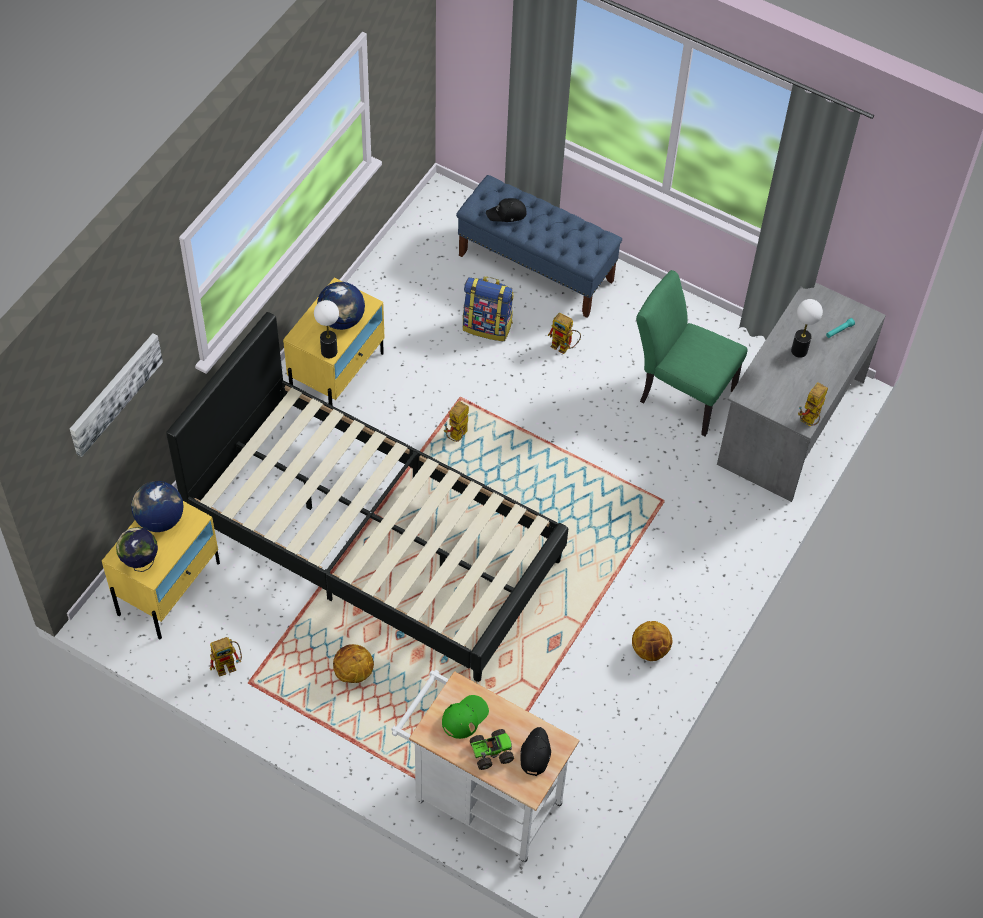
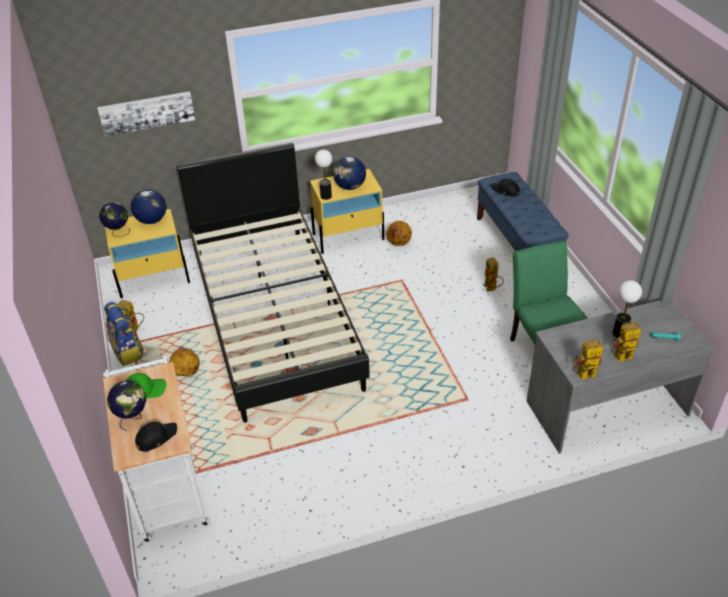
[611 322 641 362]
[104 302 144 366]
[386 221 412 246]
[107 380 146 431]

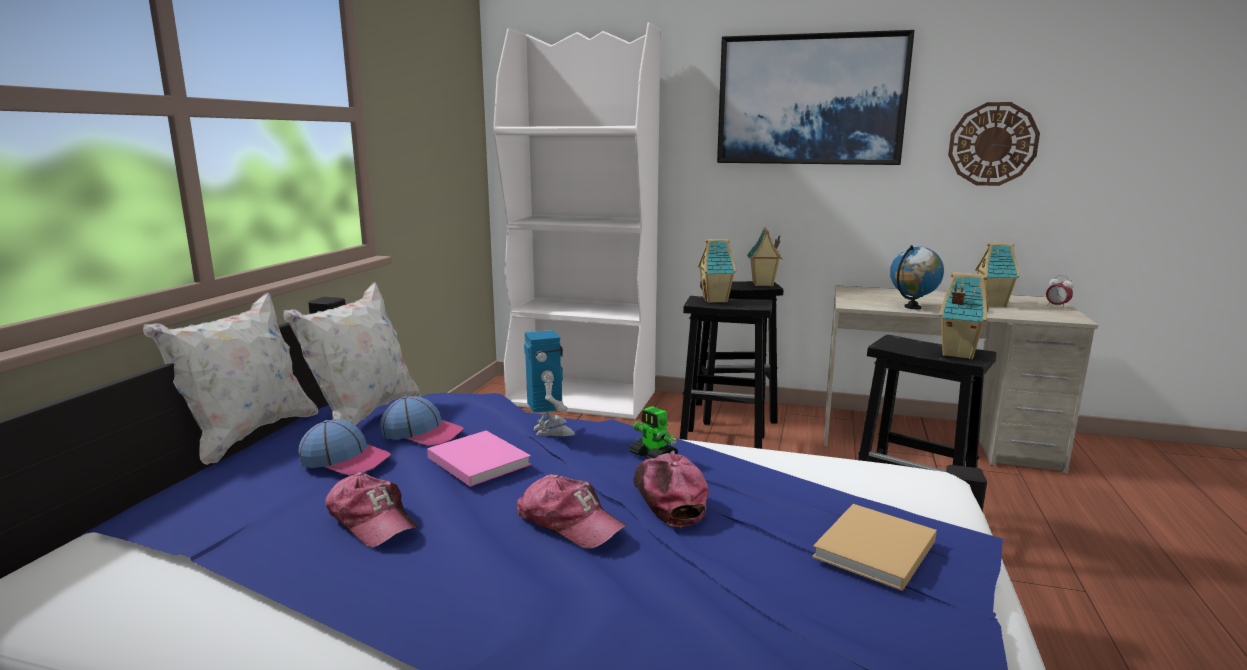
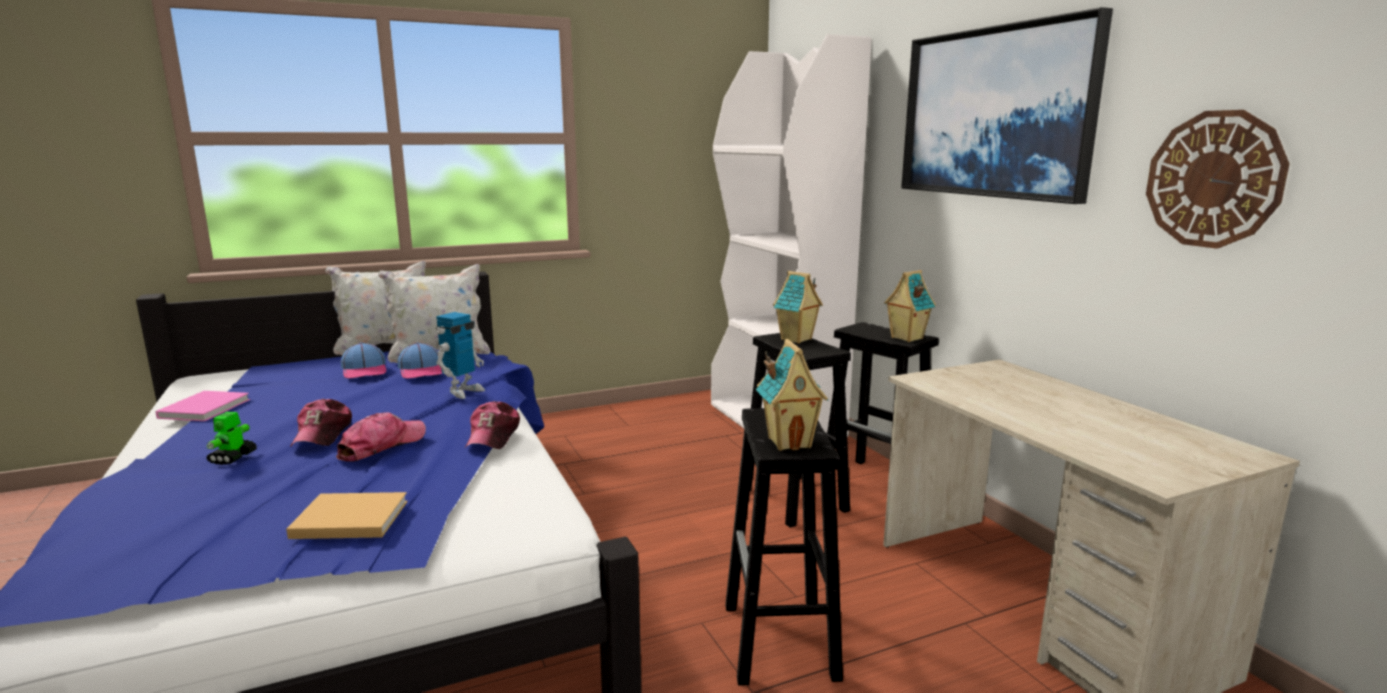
[890 245 944 309] (first image)
[975 242 1020 307] (first image)
[1046 275 1074 309] (first image)
[465 401 520 449]
[155 391 250 421]
[206 412 257 465]

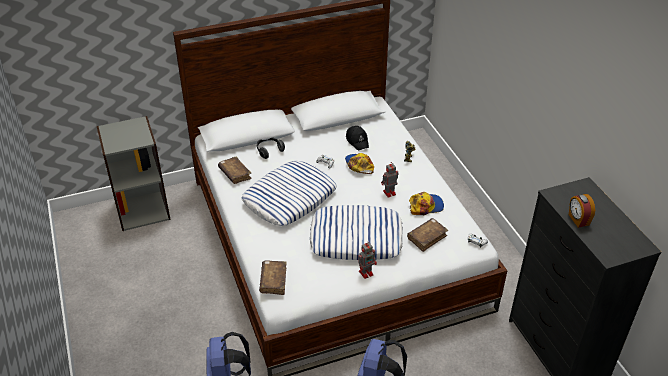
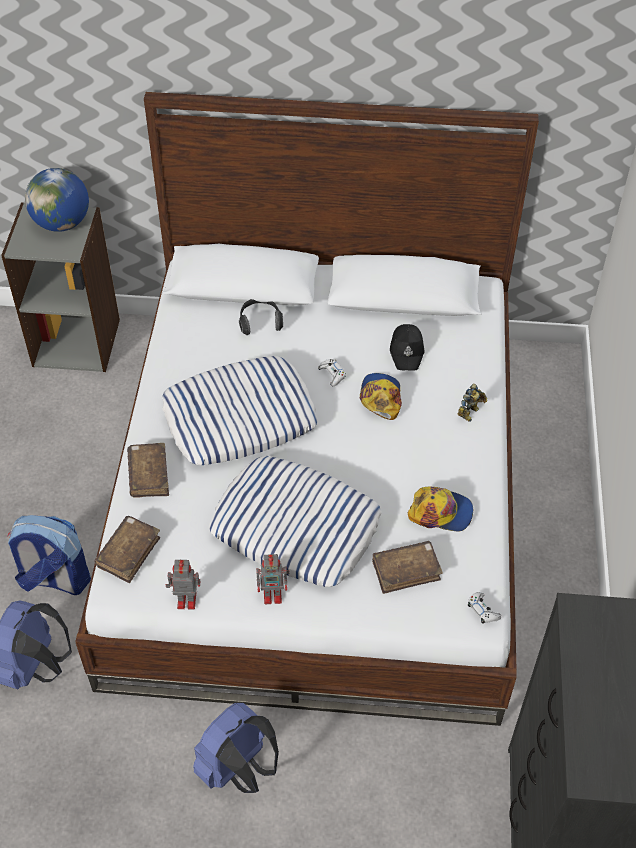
[569 194 595 227] (first image)
[7 515 91 595]
[25 168 89 232]
[127 443 169 498]
[165 560 200 610]

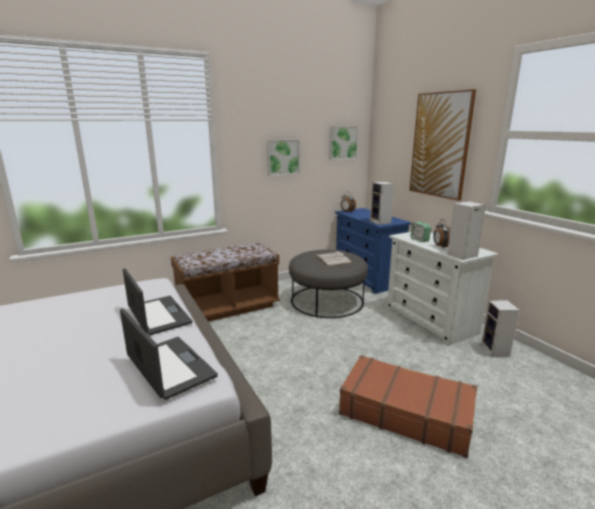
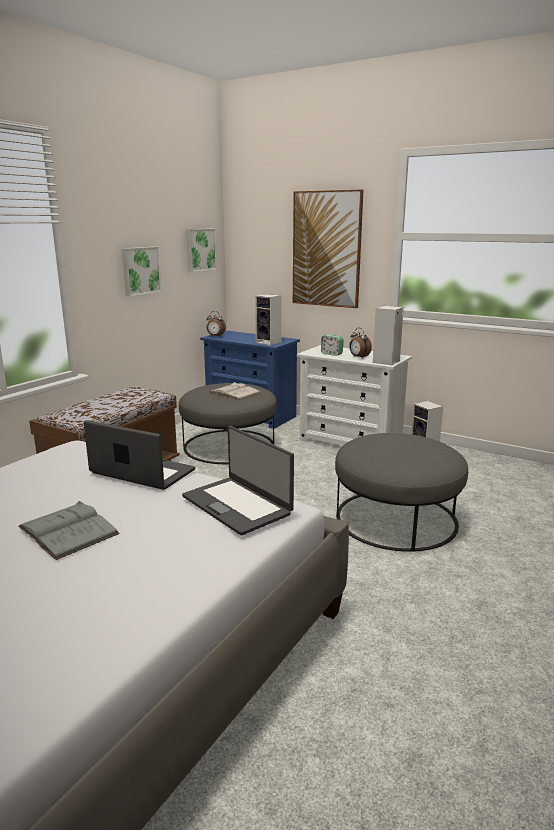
[18 501 120 560]
[335 433 468 552]
[182 426 294 535]

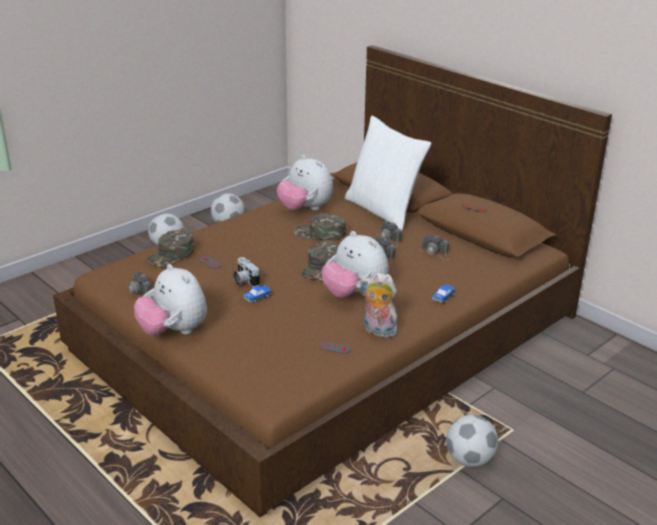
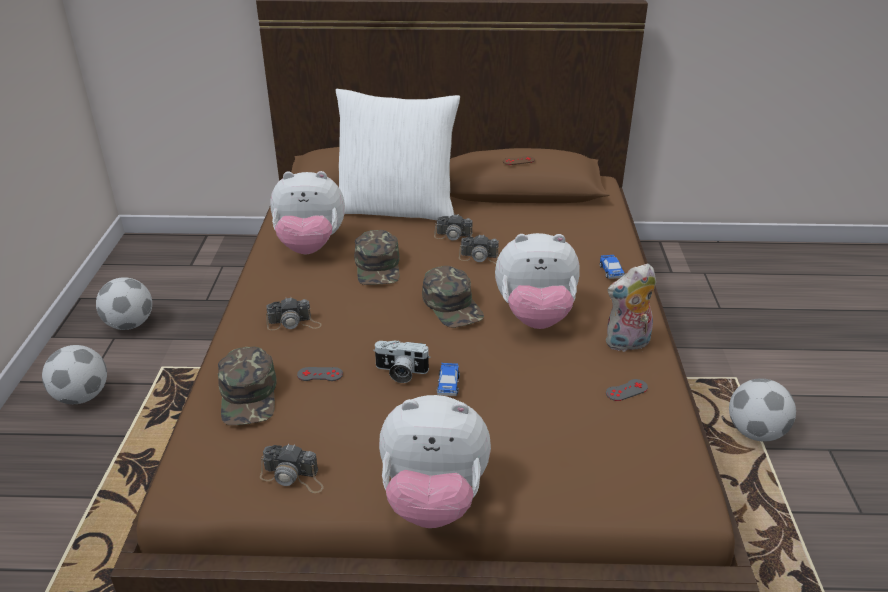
[266 298 322 330]
[354 230 400 285]

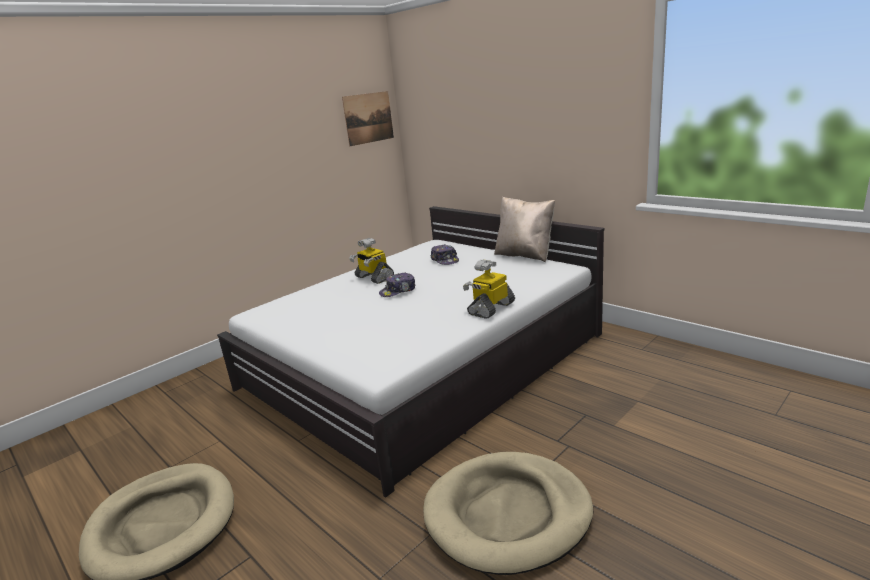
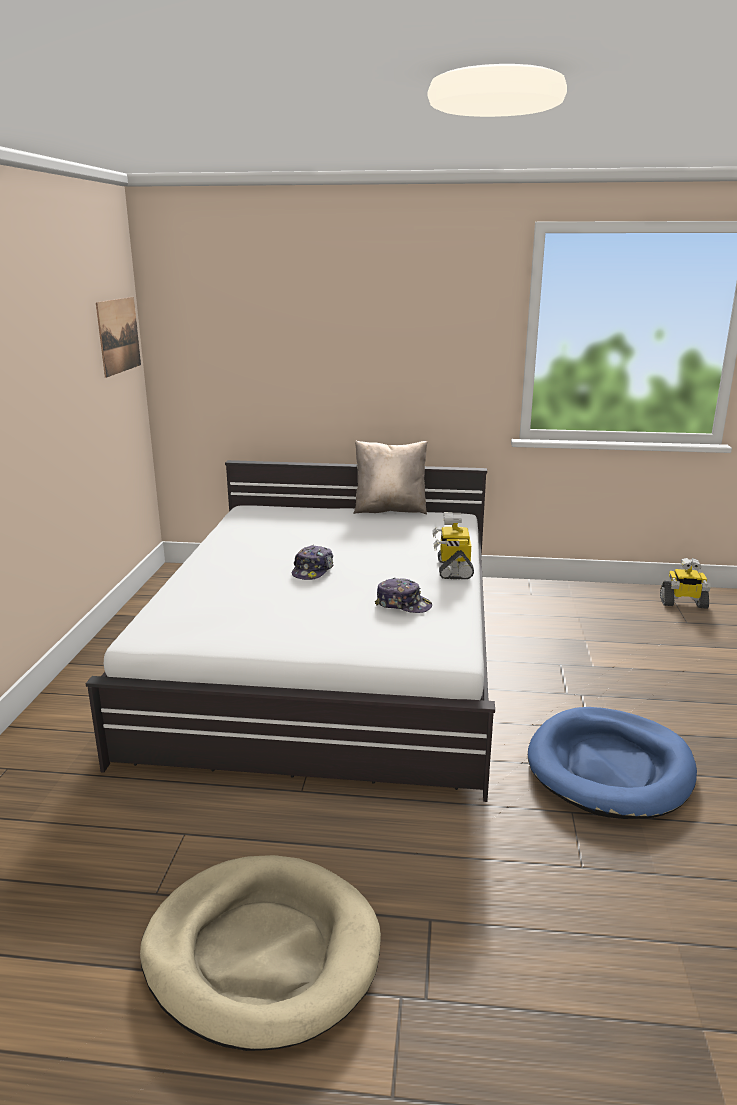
[660 558 711 609]
[375 578 432 613]
[528 707 697 819]

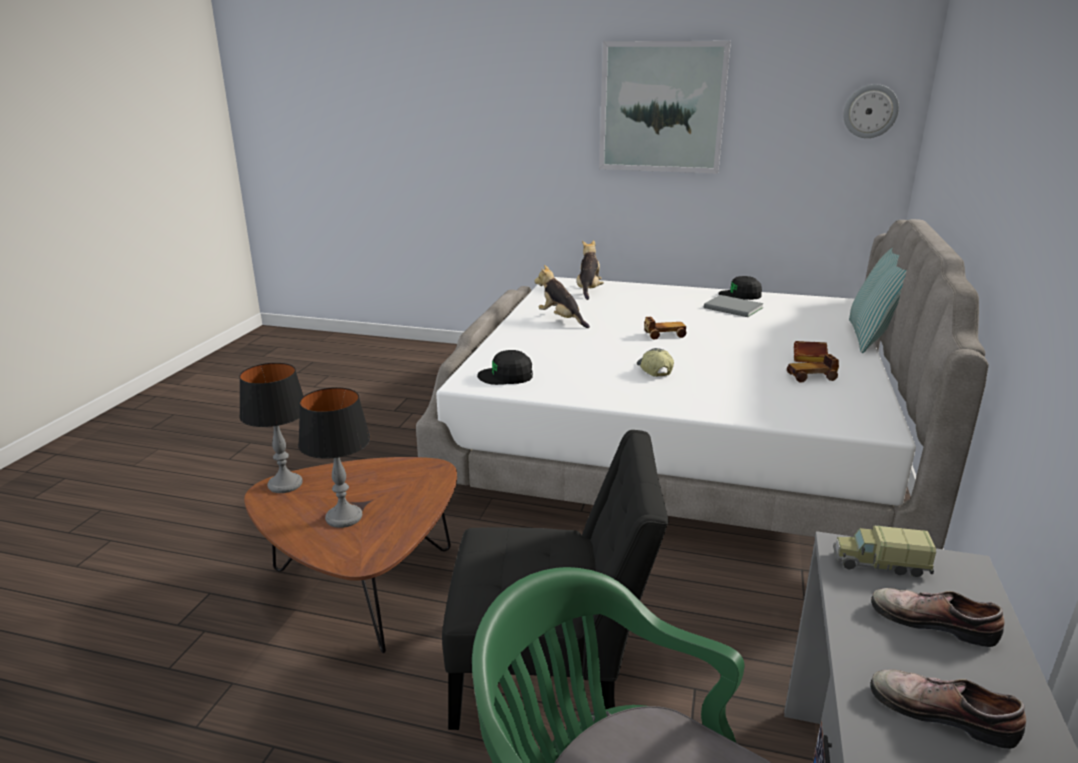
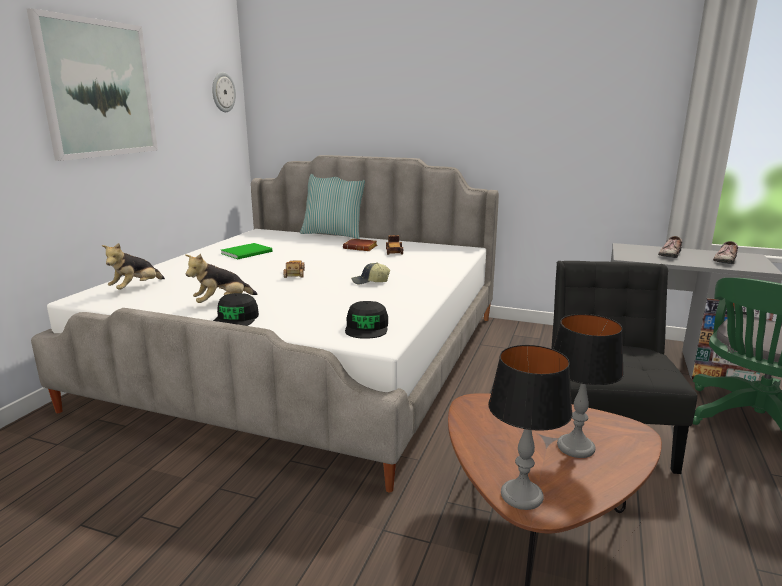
[833 525 936 577] (first image)
[213 293 259 326]
[221 243 272 259]
[102 243 165 290]

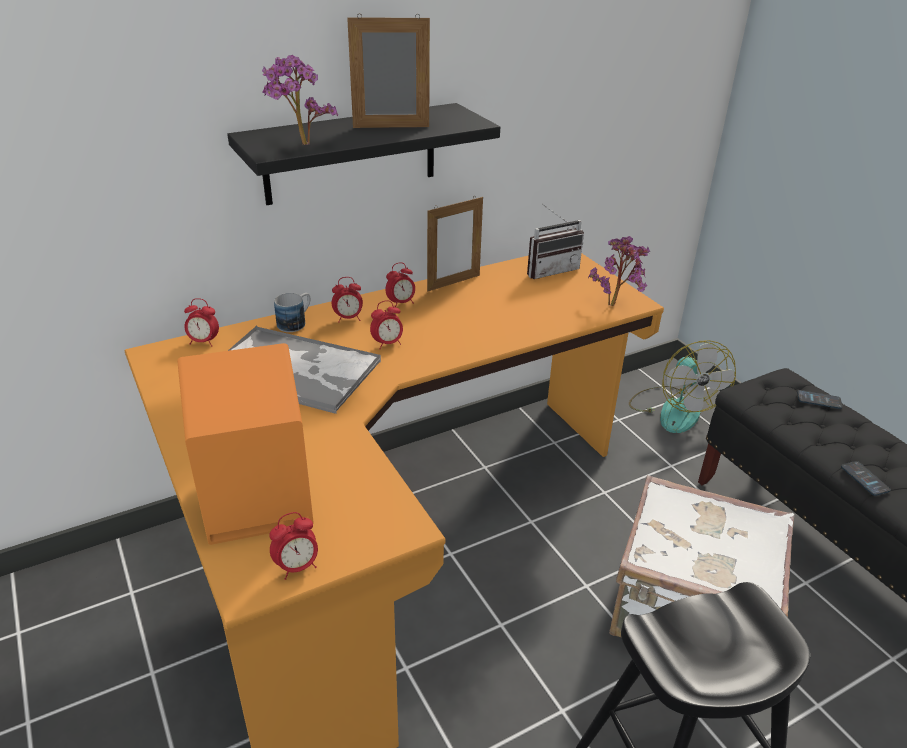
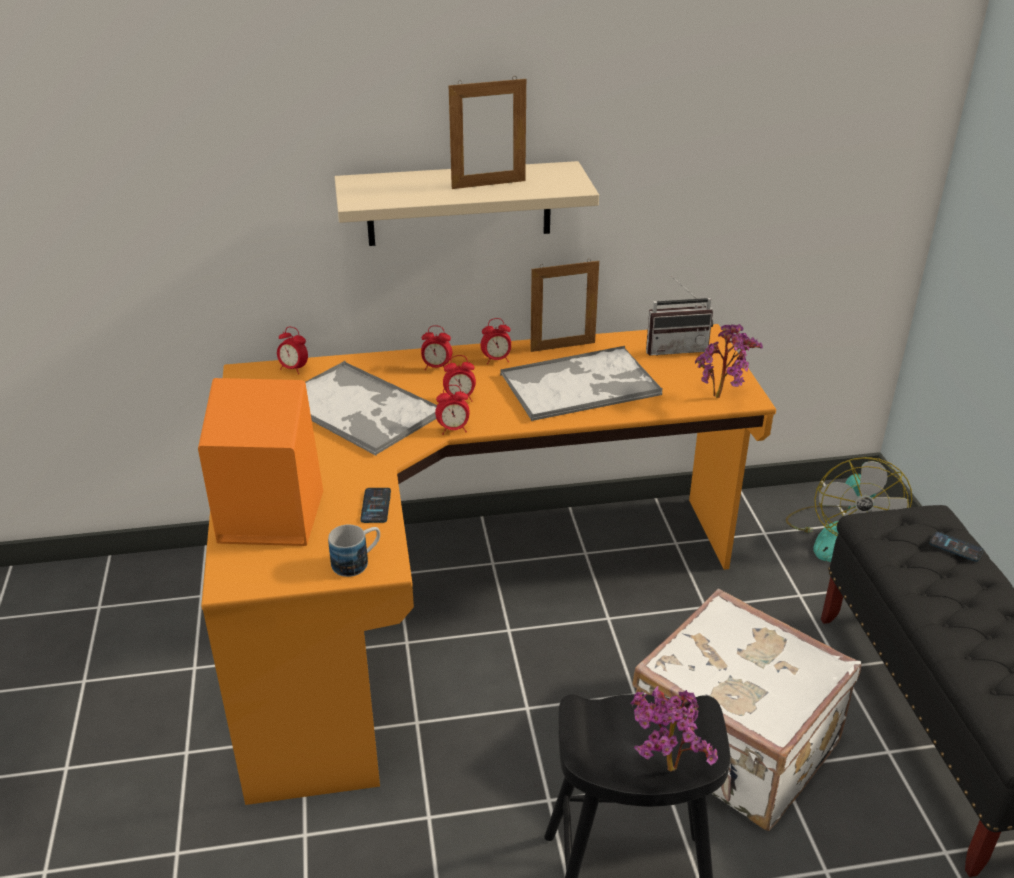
[500 346 663 422]
[630 686 718 772]
[435 385 470 434]
[328 524 380 577]
[360 488 391 523]
[335 161 599 246]
[449 76 526 189]

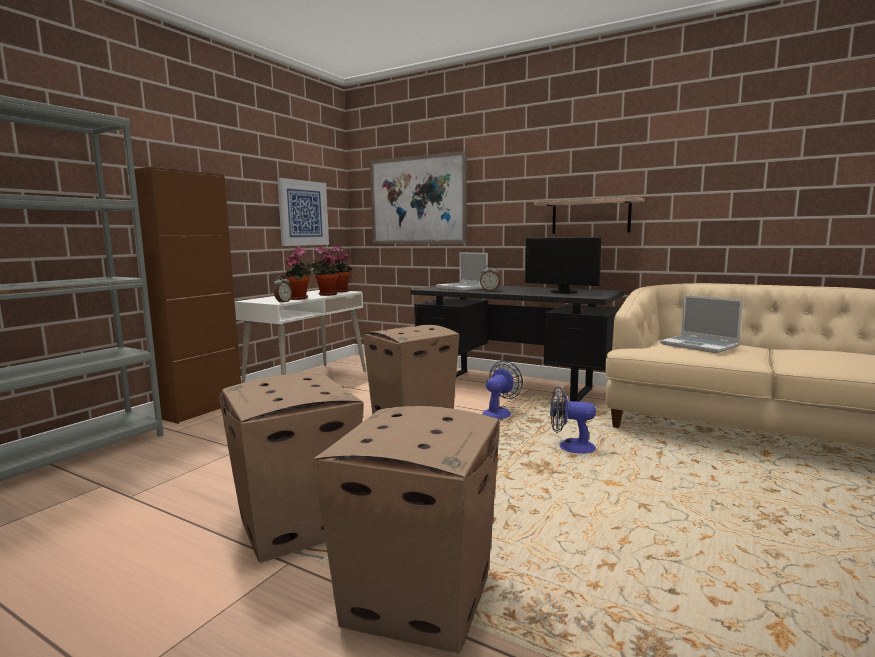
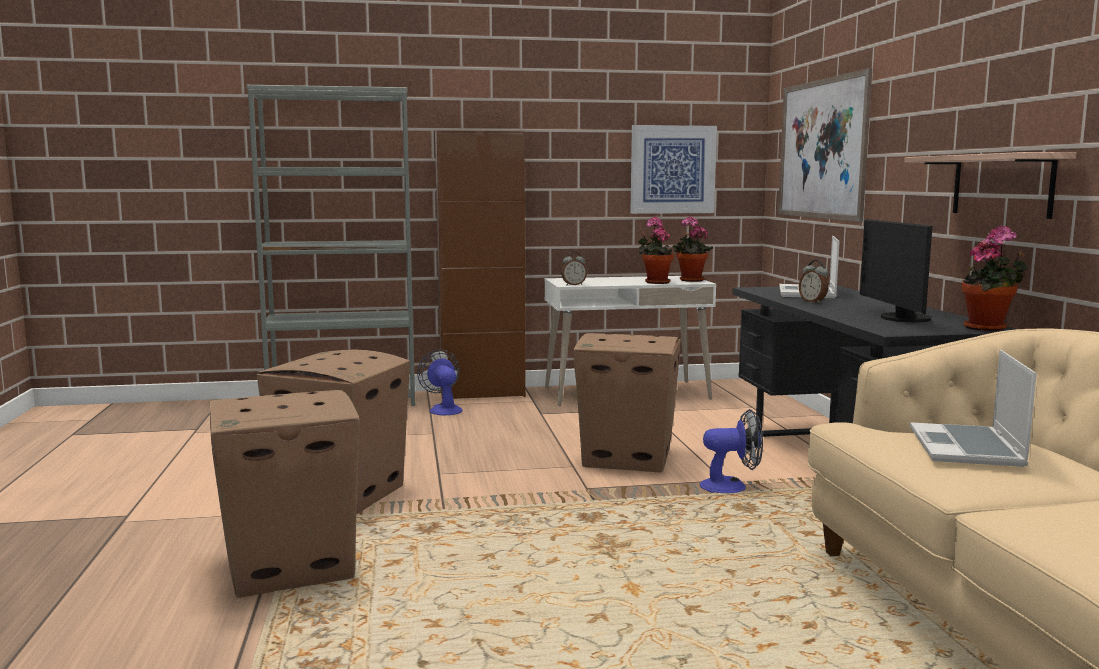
[962 225 1029 331]
[417 349 462 415]

